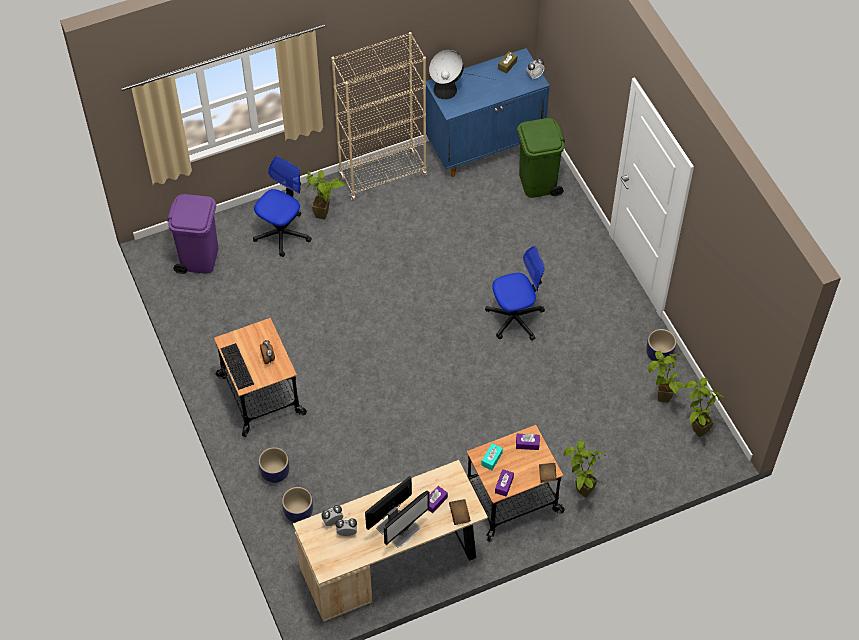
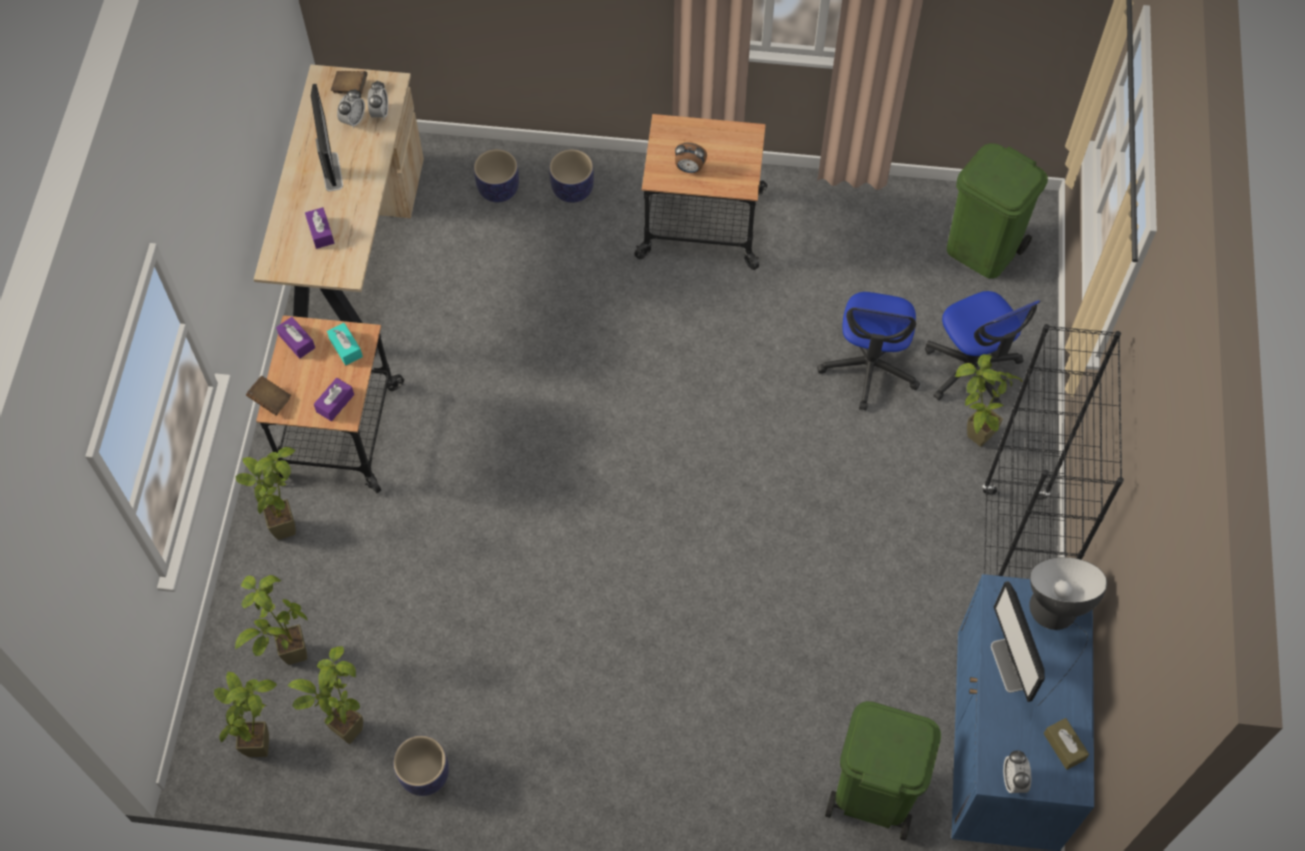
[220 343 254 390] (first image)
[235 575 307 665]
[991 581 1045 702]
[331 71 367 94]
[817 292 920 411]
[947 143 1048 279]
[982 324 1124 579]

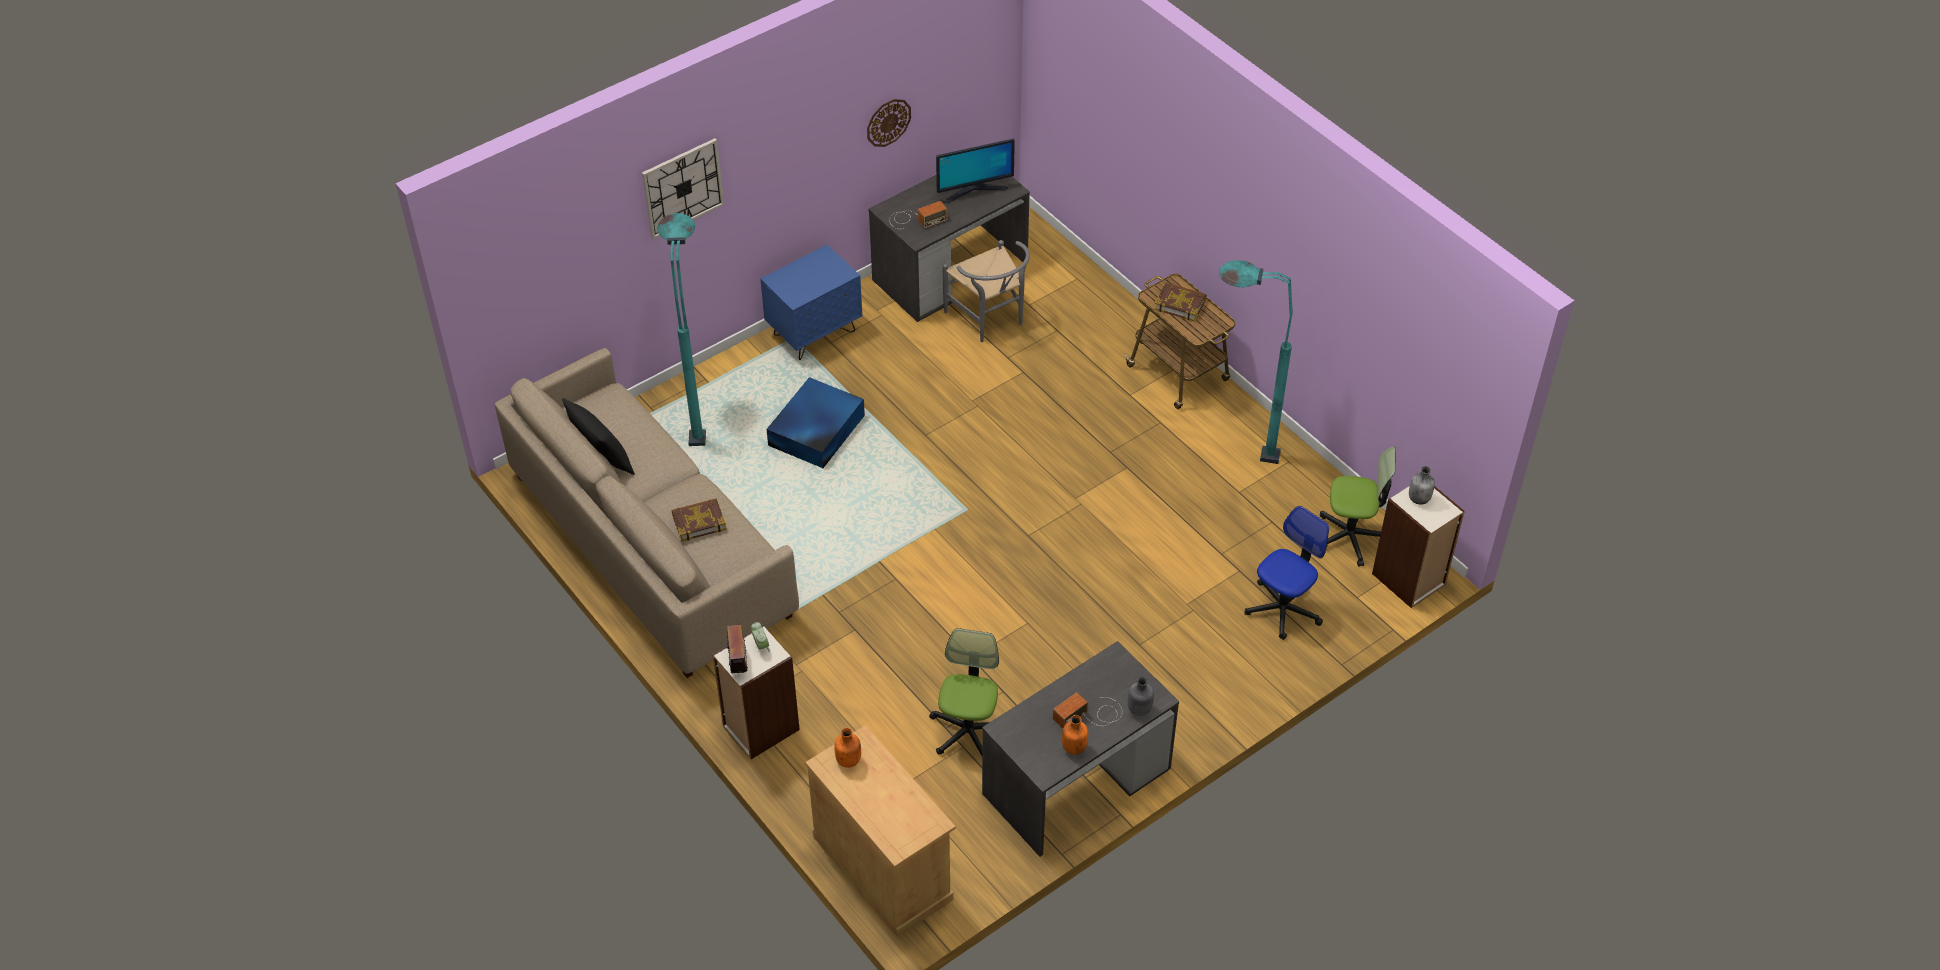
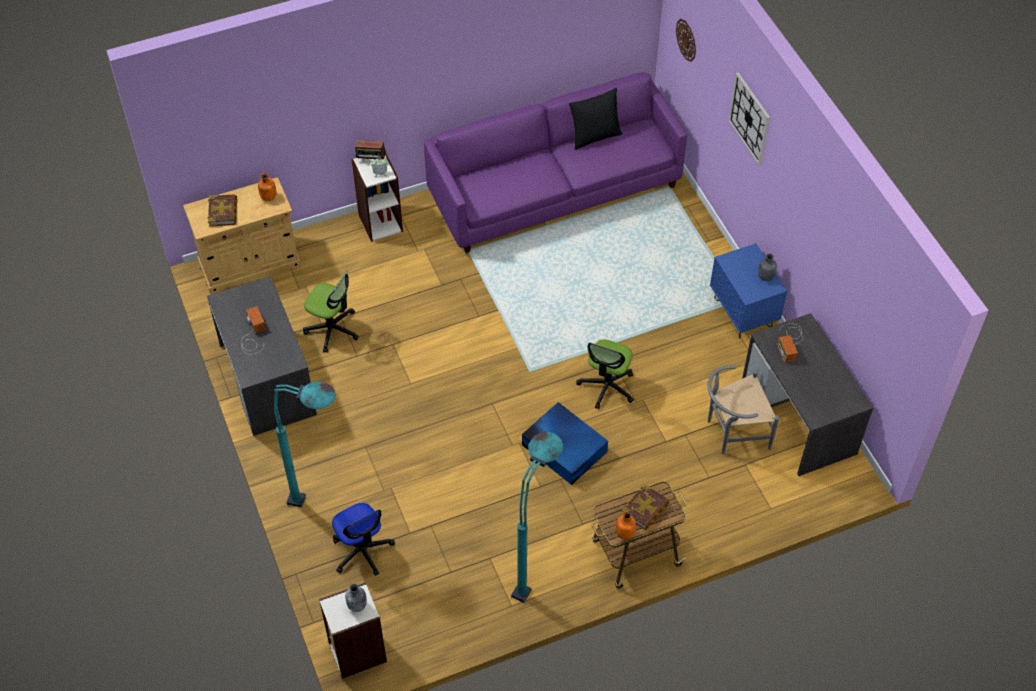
[936 139 1015 203] (first image)
[274 381 336 507]
[208 194 237 227]
[522 402 608 485]
[676 19 696 62]
[616 512 636 540]
[758 253 777 281]
[576 339 634 409]
[424 72 687 253]

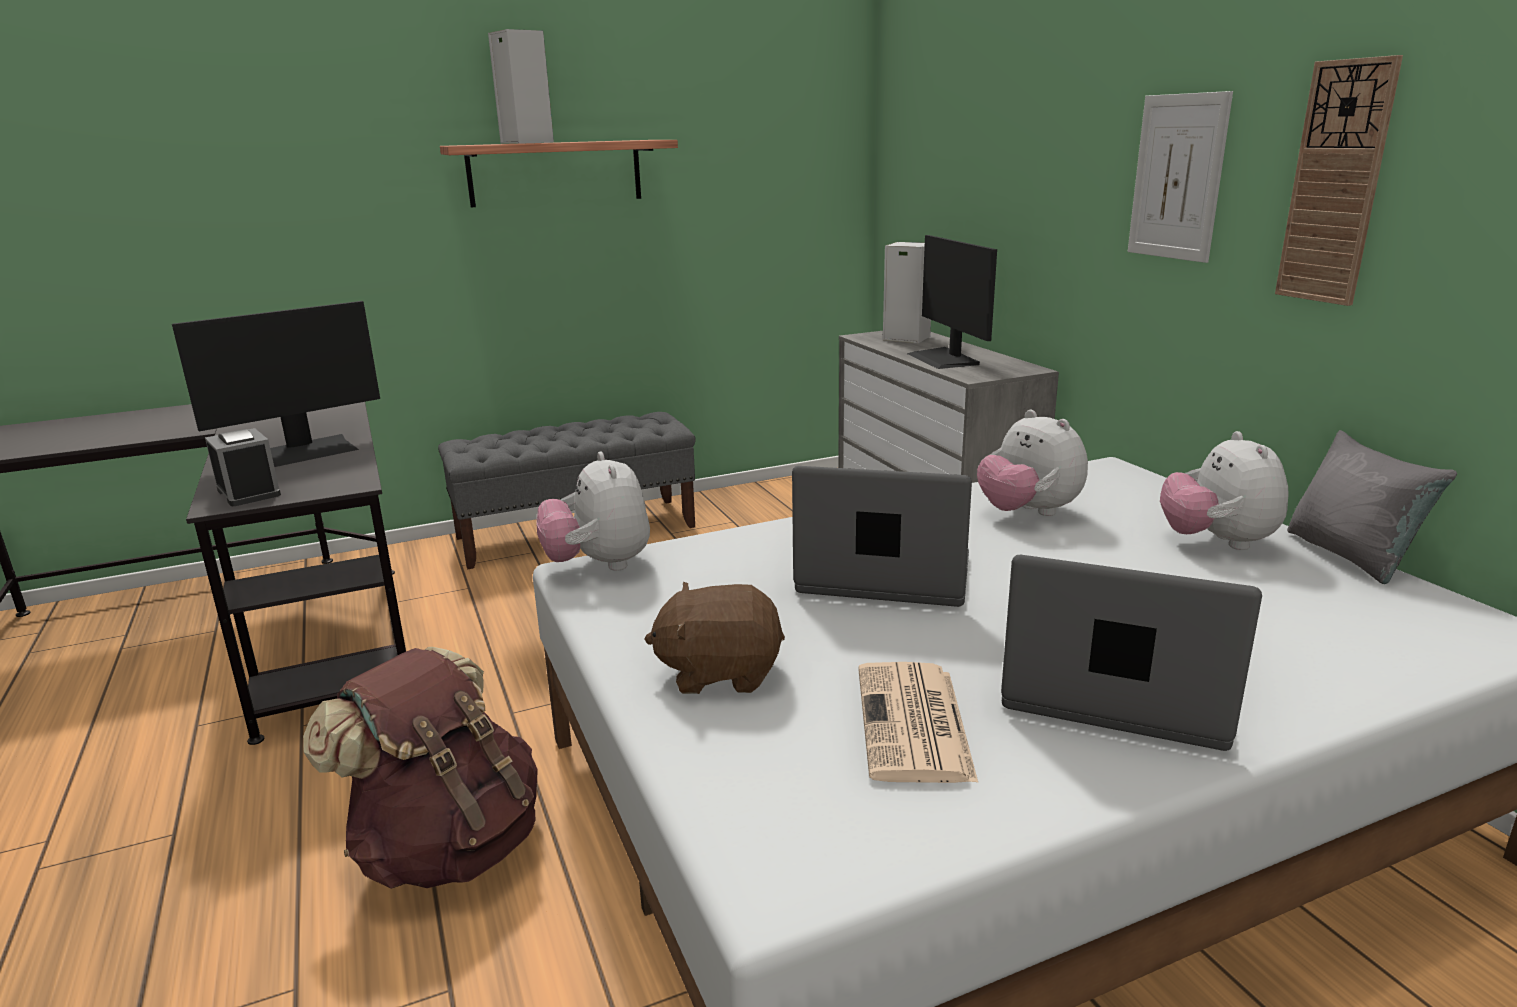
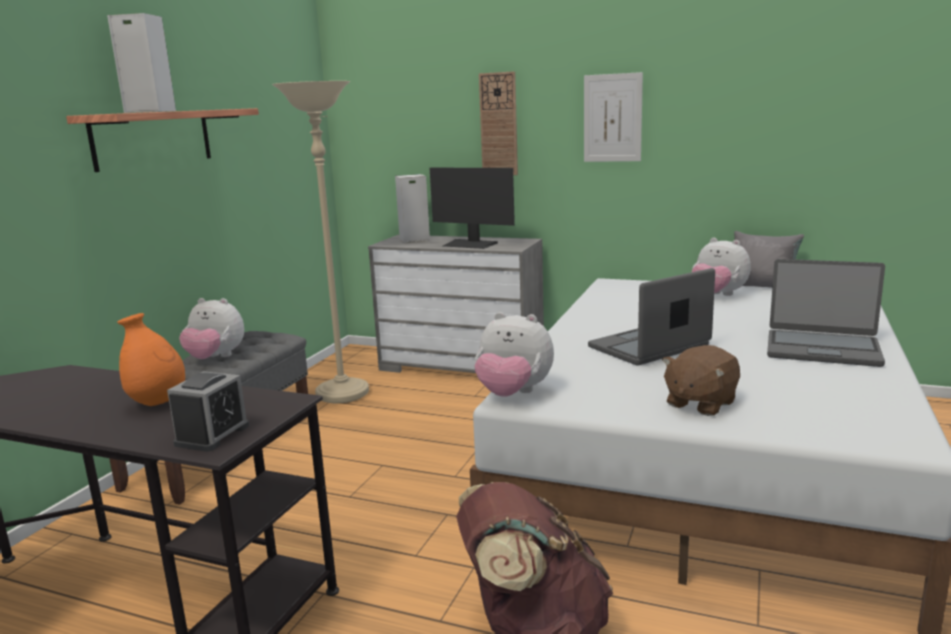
[858 662 978 783] (first image)
[272 81 369 403]
[179 298 244 359]
[479 71 518 175]
[117 313 185 406]
[167 371 249 452]
[767 259 885 367]

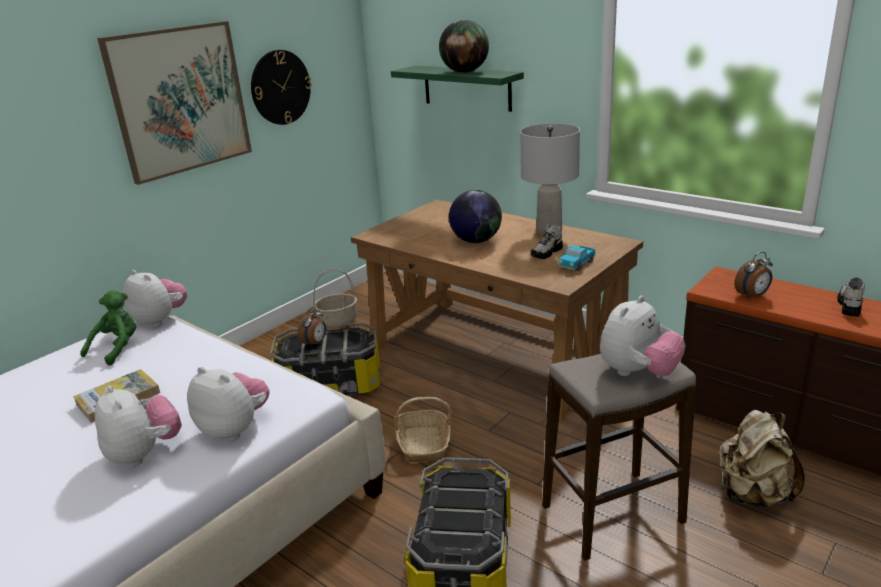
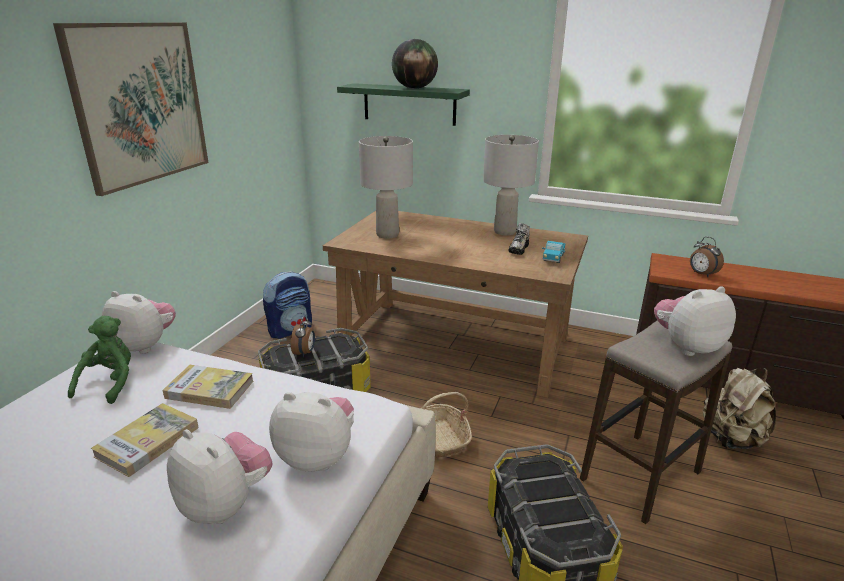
[251 50 312 125] (first image)
[449 190 502 243] (first image)
[837 277 865 317] (first image)
[163 365 253 409]
[359 136 413 239]
[263 271 312 339]
[654 286 736 356]
[690 237 724 278]

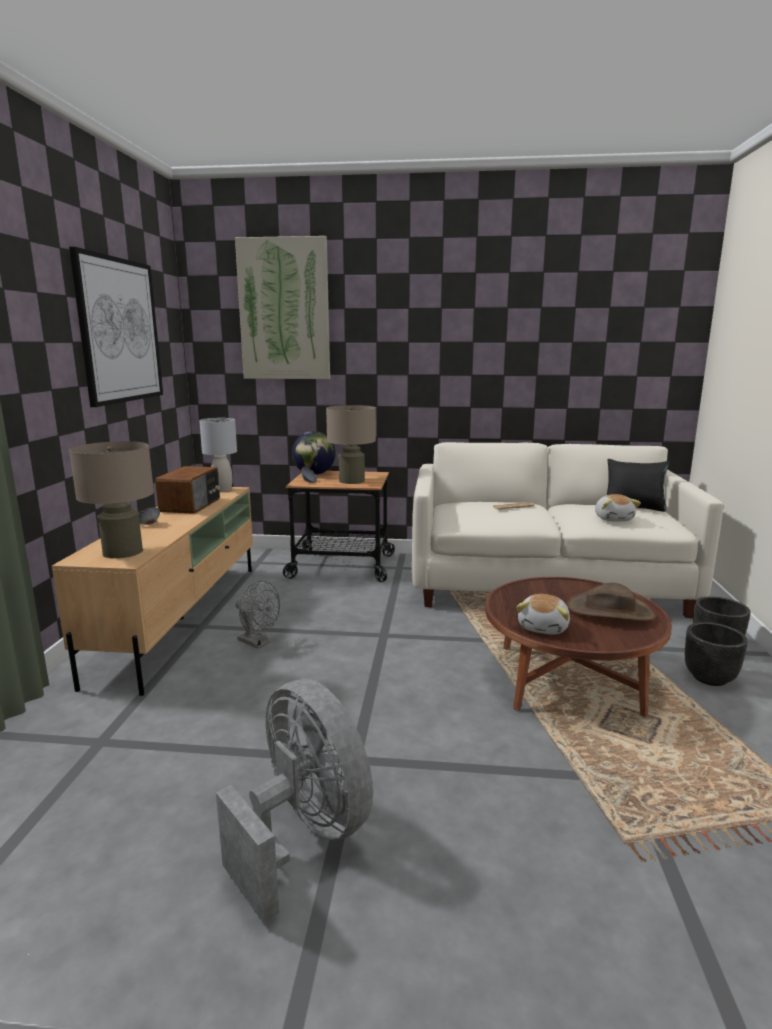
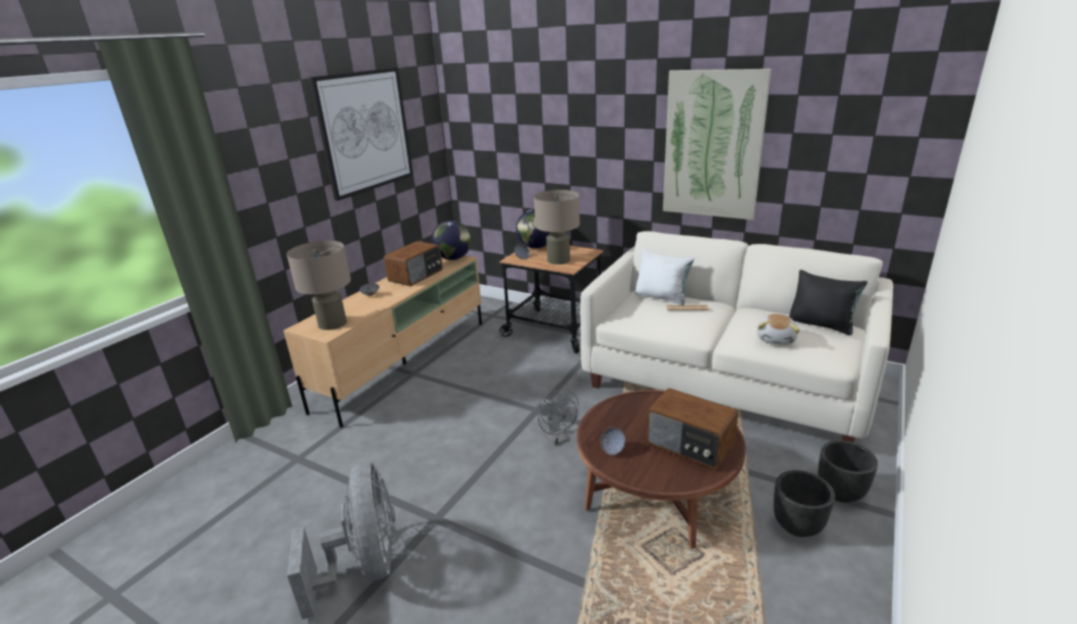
[635 249 695 305]
[663 69 771 220]
[538 389 579 446]
[431 220 471 260]
[600 428 626 455]
[646 388 738 469]

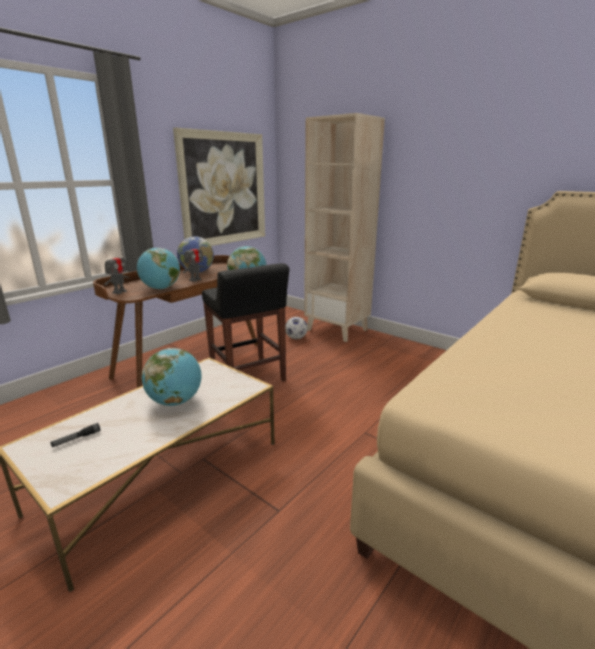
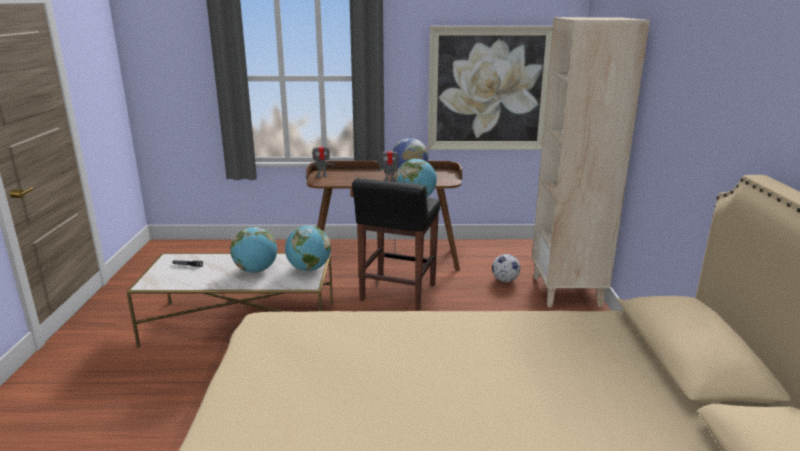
[285 226 331 271]

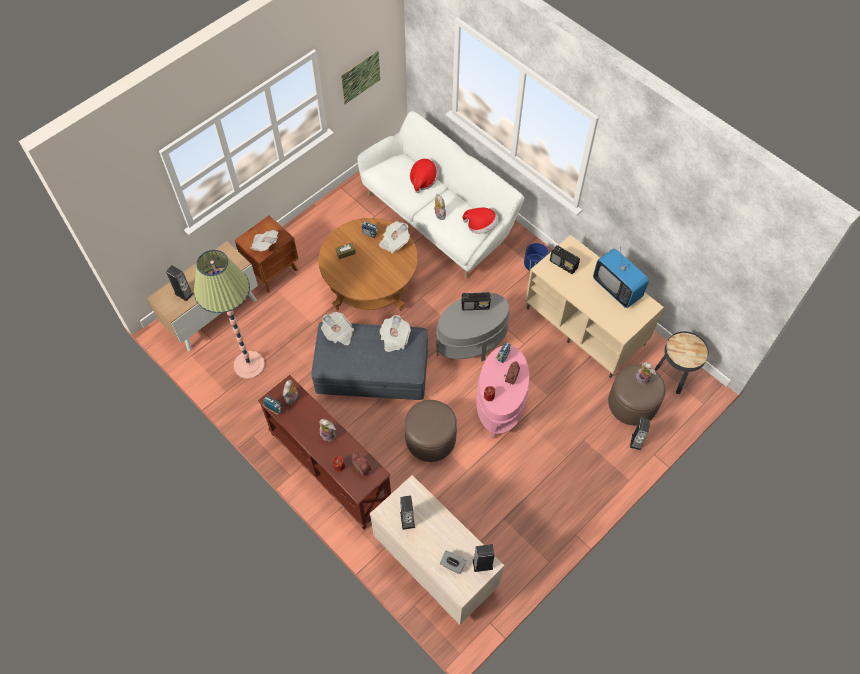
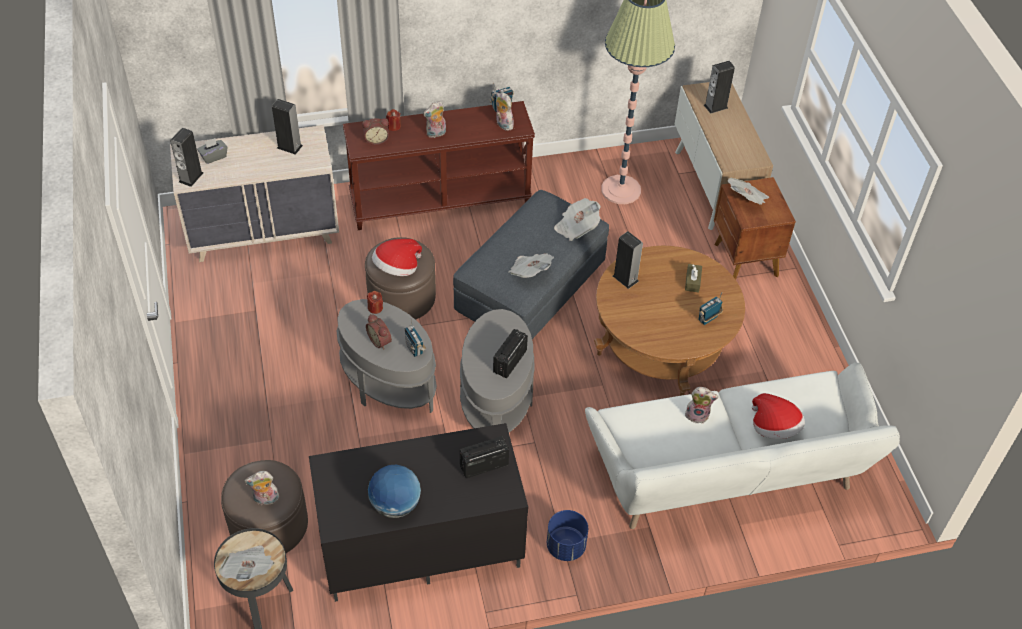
[341 50 380 104] (first image)
[219 545 274 582]
[372 239 422 276]
[613 231 643 289]
[368 465 421 518]
[337 299 437 413]
[309 423 528 602]

